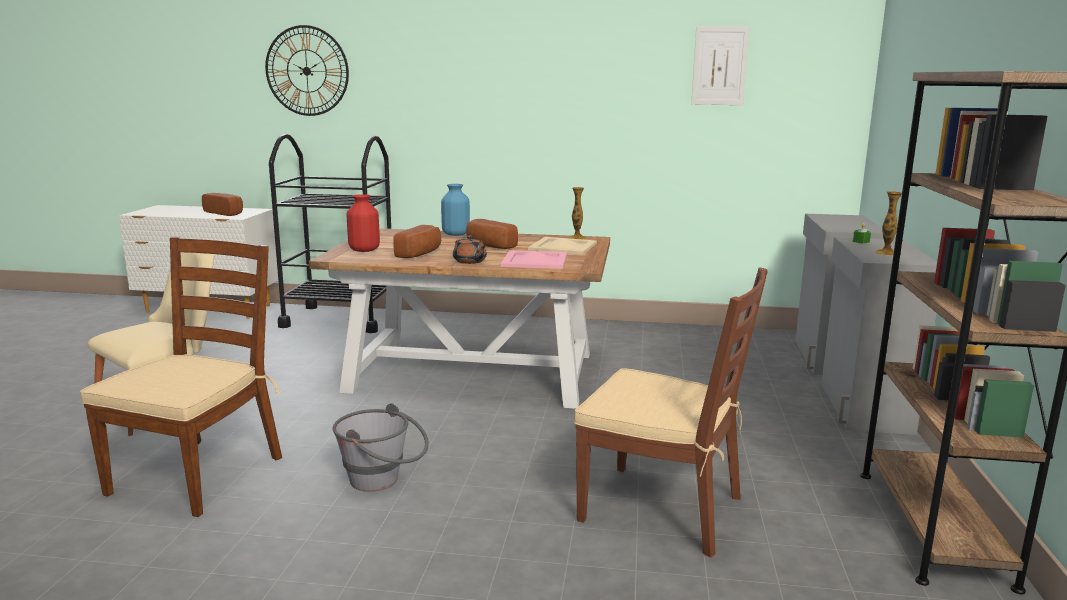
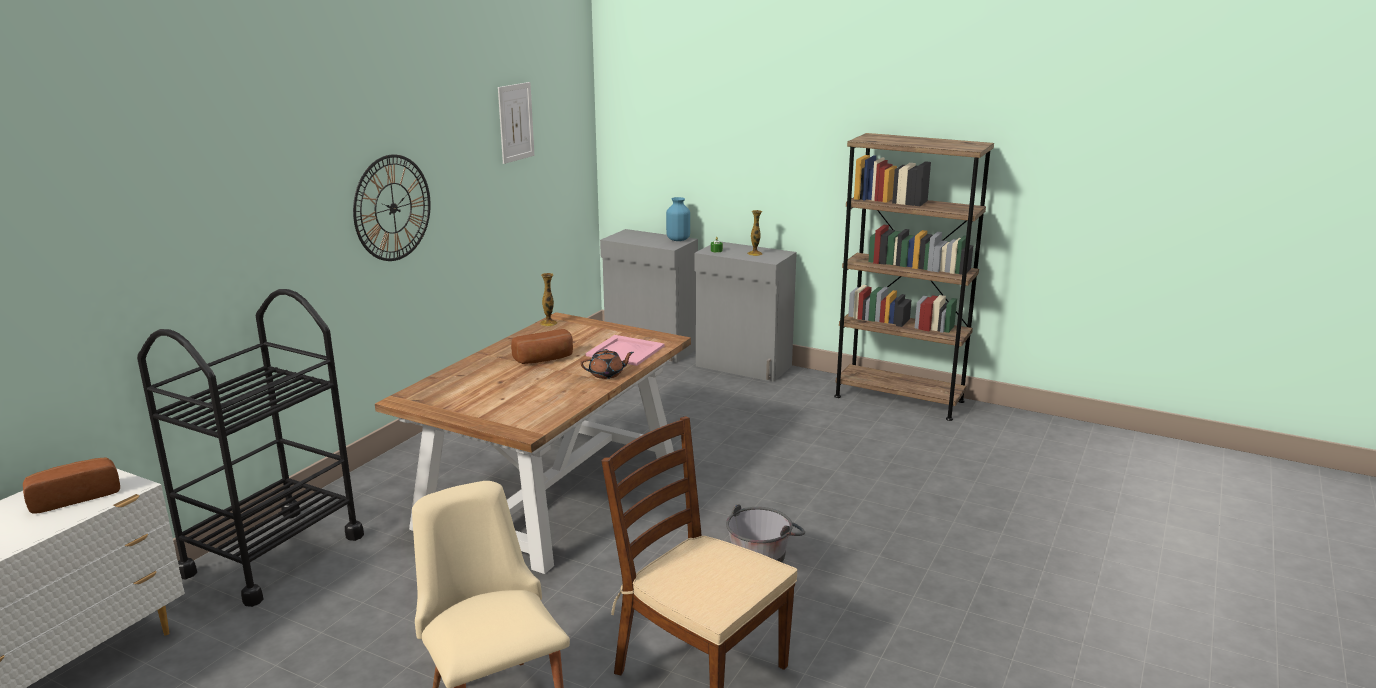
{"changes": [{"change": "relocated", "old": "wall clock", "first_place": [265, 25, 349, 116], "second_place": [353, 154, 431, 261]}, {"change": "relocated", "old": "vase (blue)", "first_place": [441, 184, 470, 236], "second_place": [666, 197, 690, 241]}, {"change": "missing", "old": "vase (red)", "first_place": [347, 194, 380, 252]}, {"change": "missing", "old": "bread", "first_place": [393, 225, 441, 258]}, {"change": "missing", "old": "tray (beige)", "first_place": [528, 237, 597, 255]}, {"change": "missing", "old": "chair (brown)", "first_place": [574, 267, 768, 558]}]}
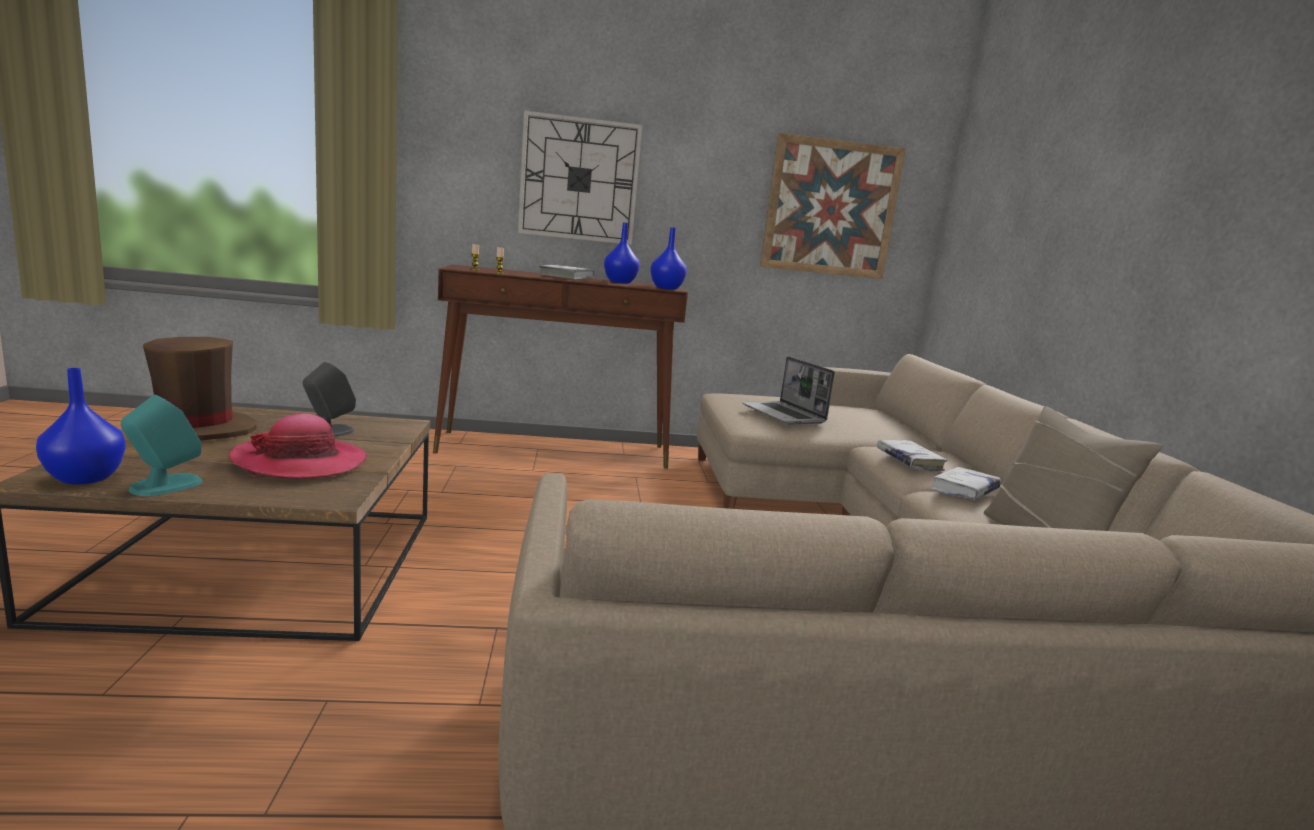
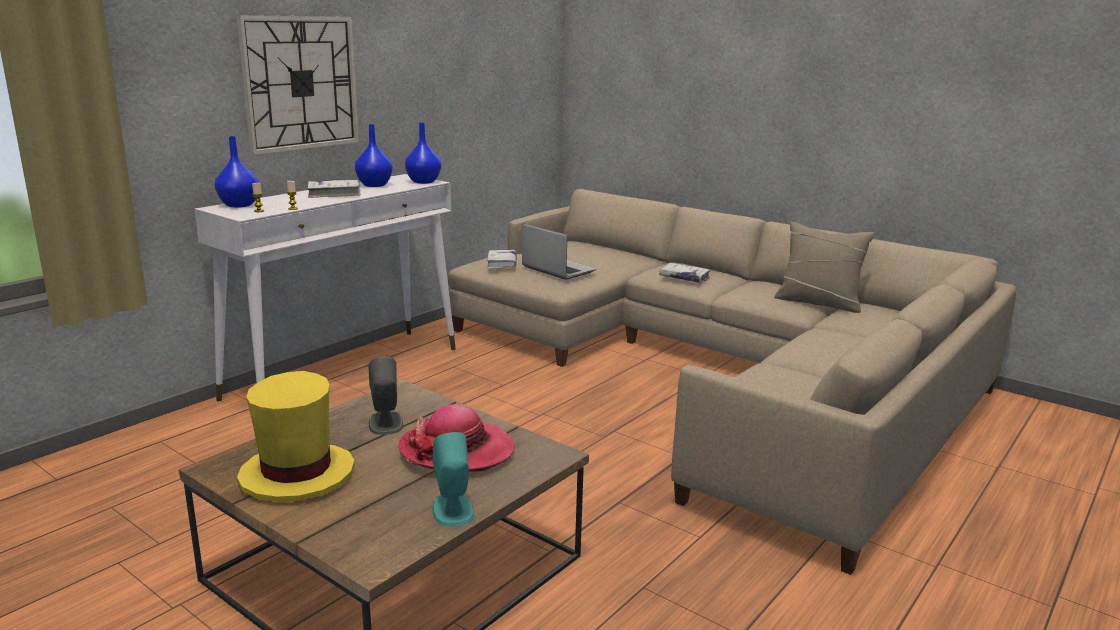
{"changes": [{"change": "missing", "old": "picture", "first_place": [760, 133, 906, 279]}, {"change": "colour", "old": "console table (brown)", "new": "console table (white)", "first_place": [433, 265, 688, 469], "second_place": [194, 174, 456, 402]}, {"change": "colour", "old": "hat (brown)", "new": "hat (yellow)", "first_place": [143, 337, 257, 440], "second_place": [237, 371, 355, 502]}, {"change": "spun", "old": "laptop", "first_place": [742, 356, 835, 425], "second_place": [522, 223, 596, 280], "degrees": -150}, {"change": "relocated", "old": "vase (blue)", "first_place": [36, 368, 126, 485], "second_place": [215, 136, 259, 208]}, {"change": "relocated", "old": "book (white)", "first_place": [931, 467, 1001, 499], "second_place": [487, 250, 517, 269]}]}
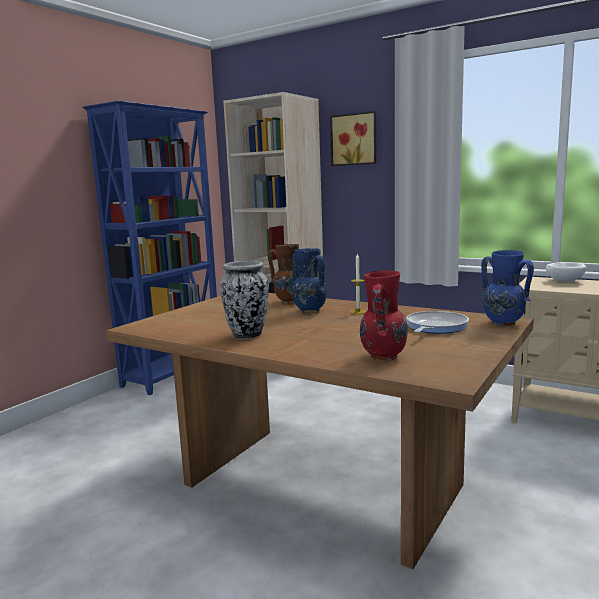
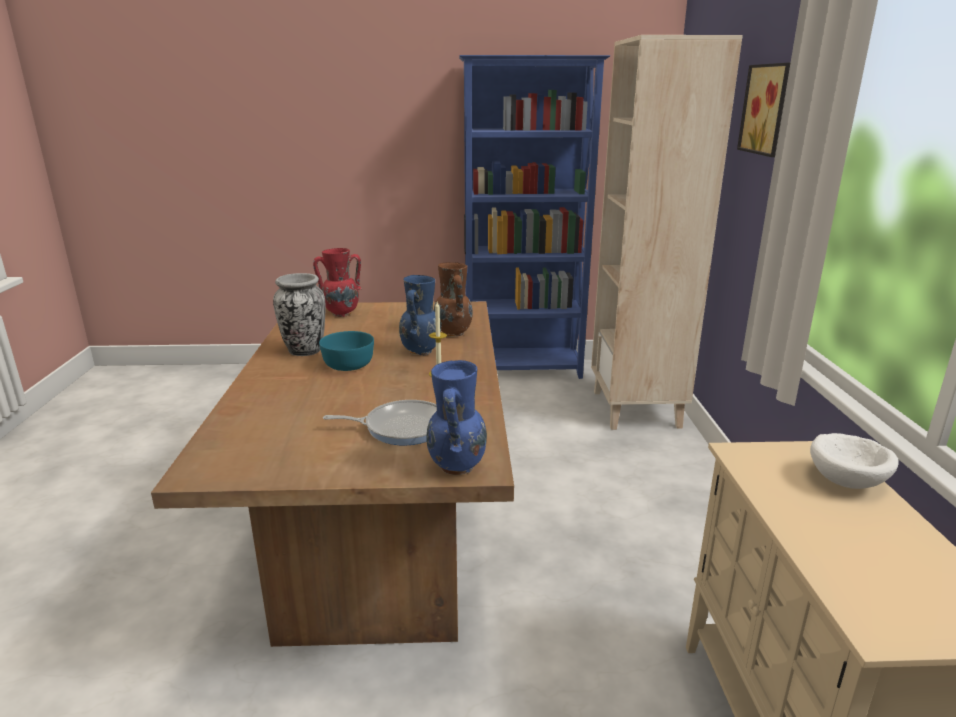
{"changes": [{"change": "relocated", "old": "vase (red)", "first_place": [360, 270, 408, 361], "second_place": [313, 248, 362, 317]}, {"change": "appeared", "new": "bowl (turquoise)", "second_place": [319, 331, 374, 371]}]}
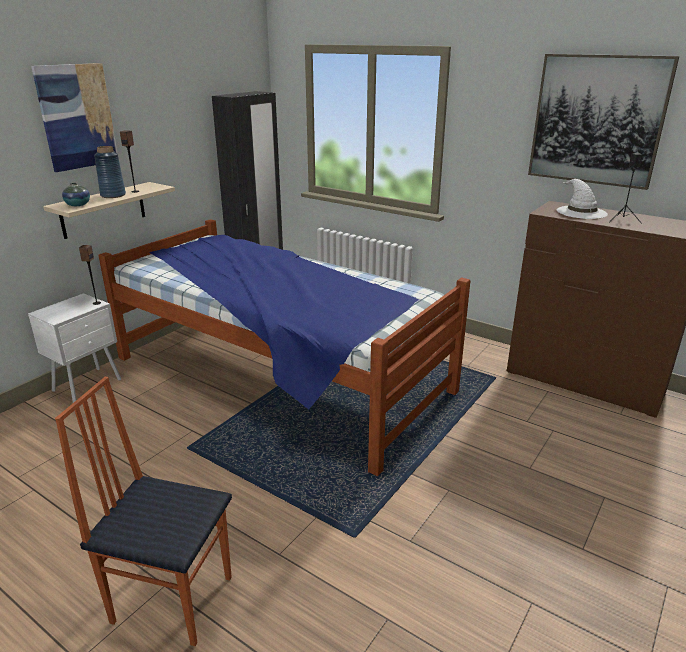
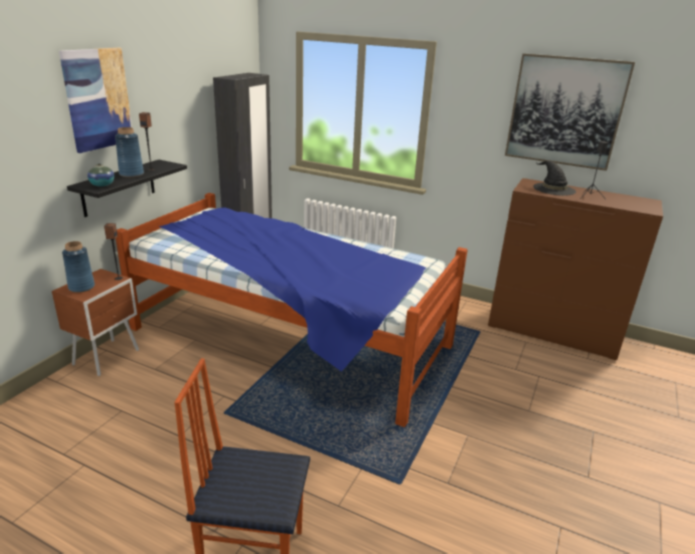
{"changes": [{"change": "colour", "old": "hat (white)", "new": "hat (black)", "first_place": [557, 179, 608, 219], "second_place": [533, 161, 576, 196]}, {"change": "colour", "old": "shelf (beige)", "new": "shelf (black)", "first_place": [43, 182, 175, 239], "second_place": [67, 160, 187, 217]}, {"change": "colour", "old": "nightstand (white)", "new": "nightstand (brown)", "first_place": [28, 293, 121, 403], "second_place": [52, 269, 139, 376]}, {"change": "appeared", "new": "vase (blue)", "second_place": [62, 241, 95, 293]}]}
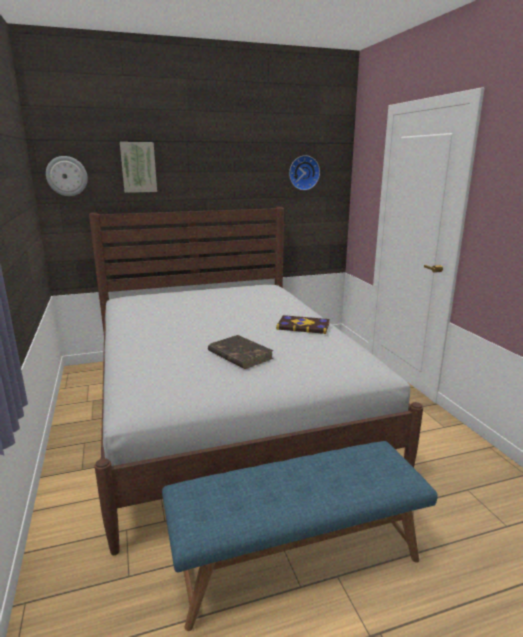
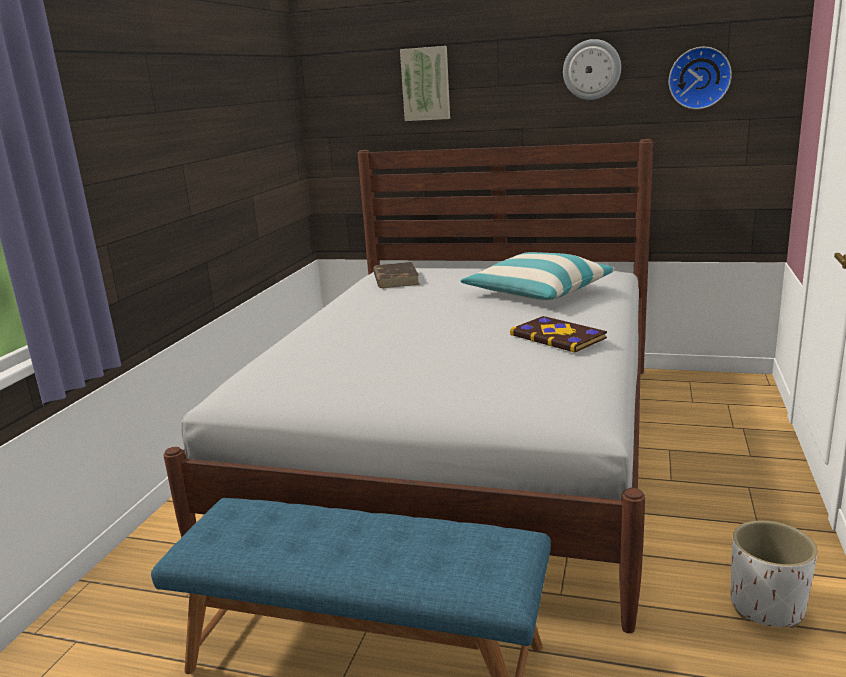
{"changes": [{"change": "relocated", "old": "wall clock", "first_place": [46, 156, 88, 196], "second_place": [563, 39, 621, 100]}, {"change": "relocated", "old": "book (brown)", "first_place": [208, 335, 273, 369], "second_place": [373, 262, 420, 288]}, {"change": "appeared", "new": "pillow", "second_place": [461, 252, 614, 301]}, {"change": "appeared", "new": "planter (white)", "second_place": [730, 520, 818, 628]}]}
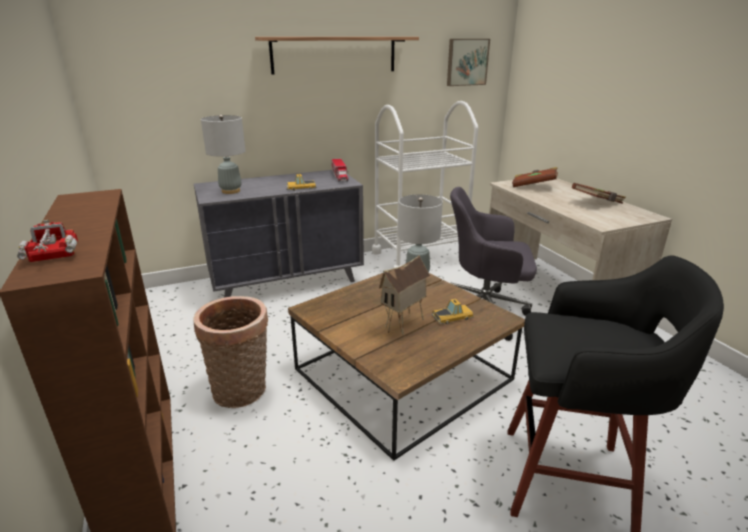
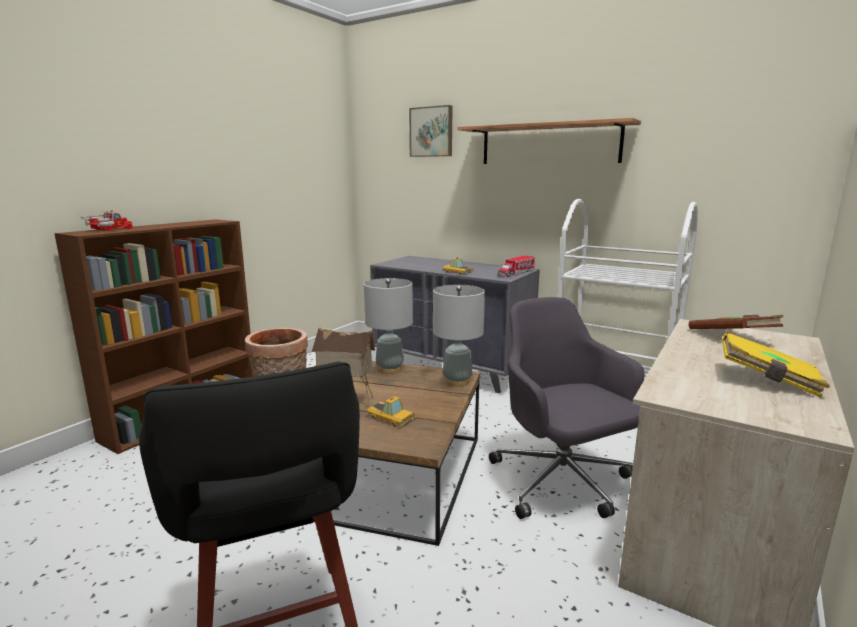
{"changes": [{"change": "relocated", "old": "picture", "first_place": [447, 39, 490, 86], "second_place": [409, 105, 453, 157]}, {"change": "relocated", "old": "table lamp (grey)", "first_place": [201, 115, 246, 194], "second_place": [364, 278, 413, 374]}, {"change": "colour", "old": "book (brown)", "new": "book (yellow)", "first_place": [572, 183, 626, 204], "second_place": [722, 332, 830, 398]}]}
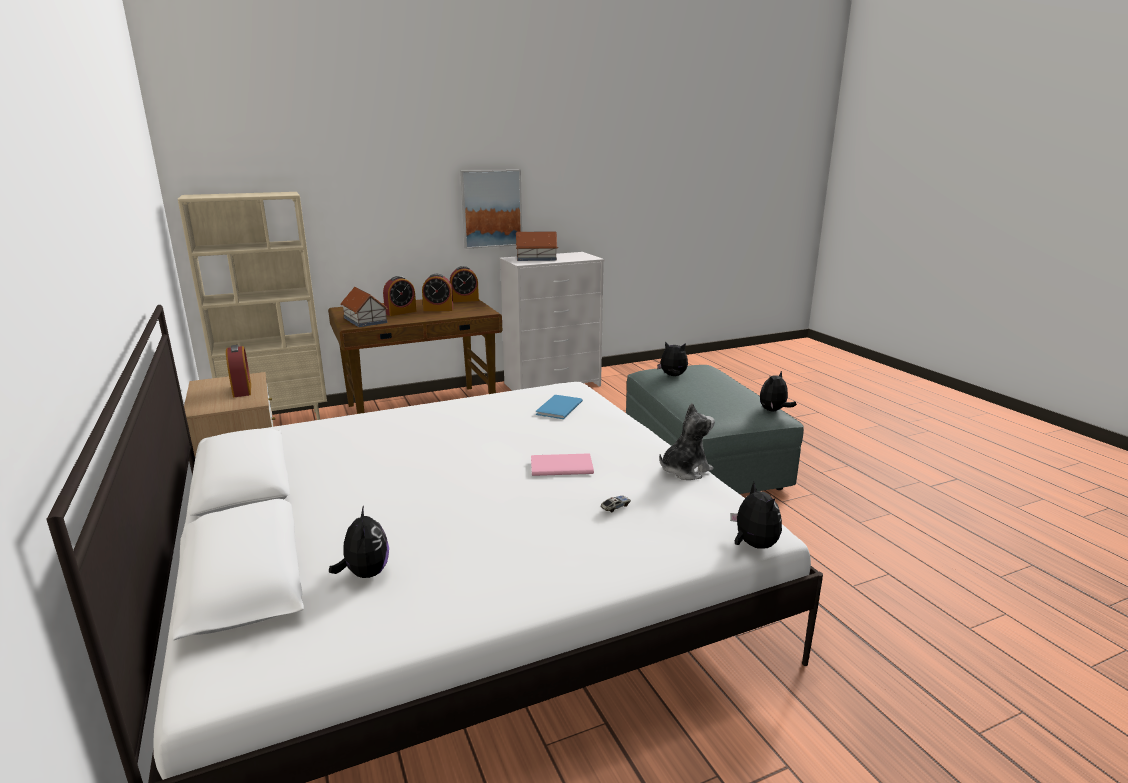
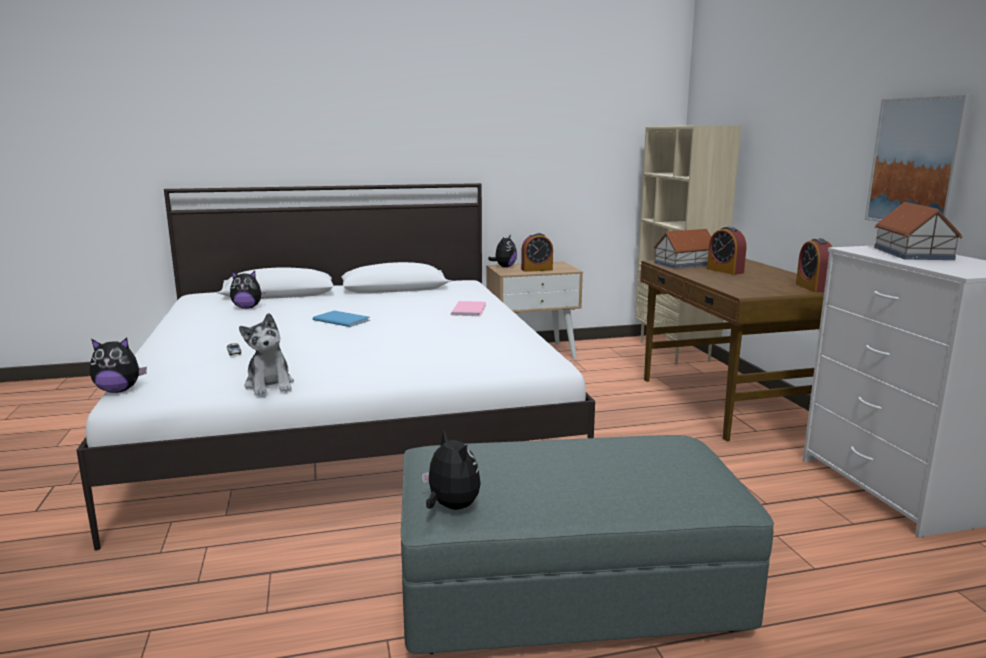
{"changes": [{"change": "missing", "old": "alarm clock", "first_place": [422, 274, 453, 311]}, {"change": "relocated", "old": "plush toy", "first_place": [657, 342, 688, 376], "second_place": [488, 235, 517, 267]}, {"change": "relocated", "old": "book (blue)", "first_place": [536, 395, 583, 419], "second_place": [313, 311, 370, 327]}, {"change": "relocated", "old": "book (pink)", "first_place": [531, 453, 594, 476], "second_place": [451, 301, 486, 316]}]}
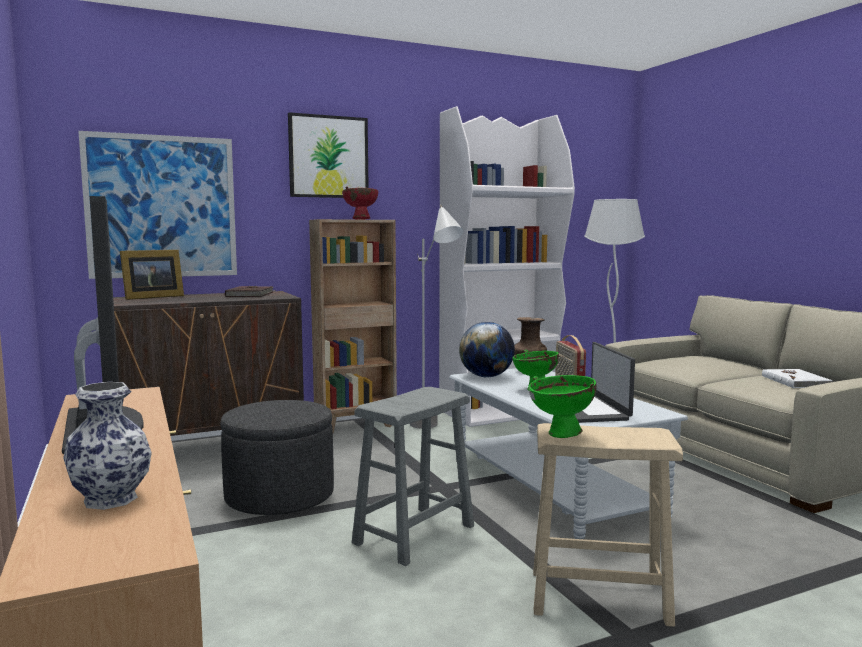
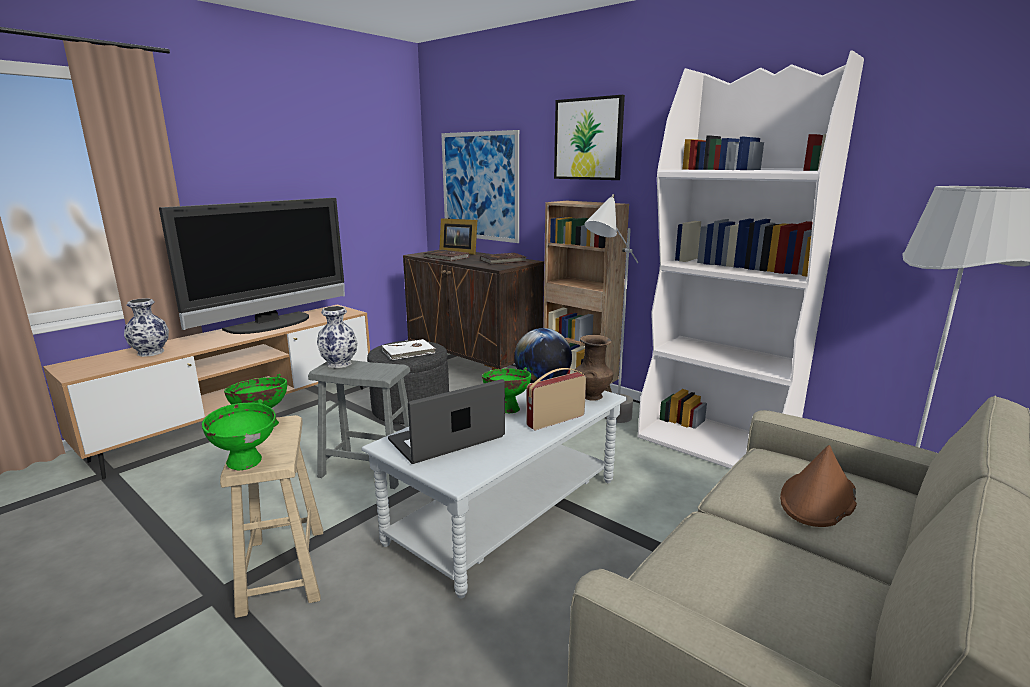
{"changes": [{"change": "missing", "old": "bowl (red)", "first_place": [342, 186, 378, 220]}, {"change": "relocated", "old": "book (white)", "first_place": [762, 369, 833, 388], "second_place": [382, 339, 436, 360]}, {"change": "appeared", "new": "book (brown)", "second_place": [423, 250, 469, 261]}, {"change": "appeared", "new": "vase", "second_place": [317, 306, 358, 368]}, {"change": "appeared", "new": "bowl (green)", "second_place": [202, 399, 276, 470]}, {"change": "appeared", "new": "hat (brown)", "second_place": [780, 445, 857, 527]}]}
